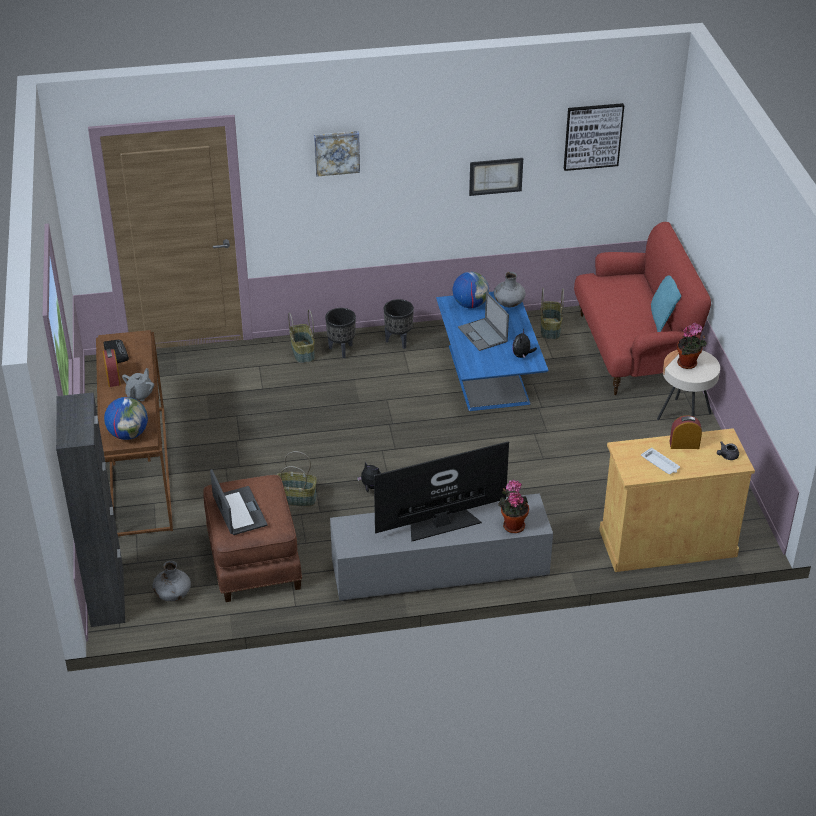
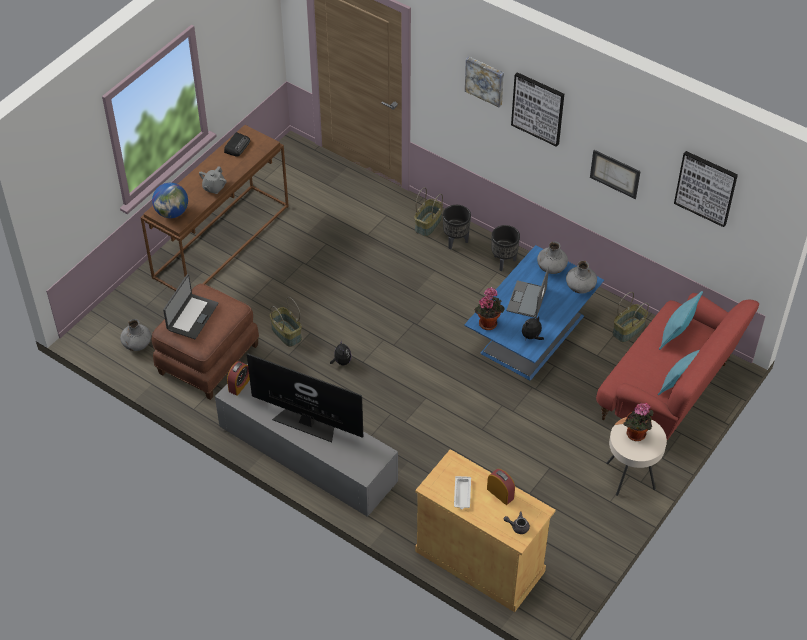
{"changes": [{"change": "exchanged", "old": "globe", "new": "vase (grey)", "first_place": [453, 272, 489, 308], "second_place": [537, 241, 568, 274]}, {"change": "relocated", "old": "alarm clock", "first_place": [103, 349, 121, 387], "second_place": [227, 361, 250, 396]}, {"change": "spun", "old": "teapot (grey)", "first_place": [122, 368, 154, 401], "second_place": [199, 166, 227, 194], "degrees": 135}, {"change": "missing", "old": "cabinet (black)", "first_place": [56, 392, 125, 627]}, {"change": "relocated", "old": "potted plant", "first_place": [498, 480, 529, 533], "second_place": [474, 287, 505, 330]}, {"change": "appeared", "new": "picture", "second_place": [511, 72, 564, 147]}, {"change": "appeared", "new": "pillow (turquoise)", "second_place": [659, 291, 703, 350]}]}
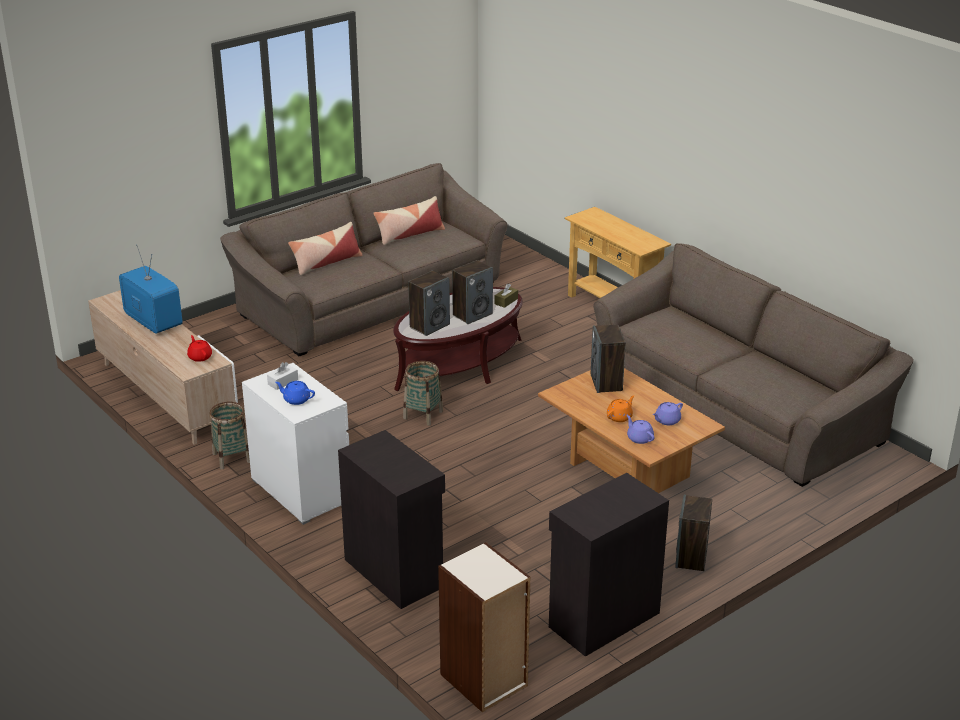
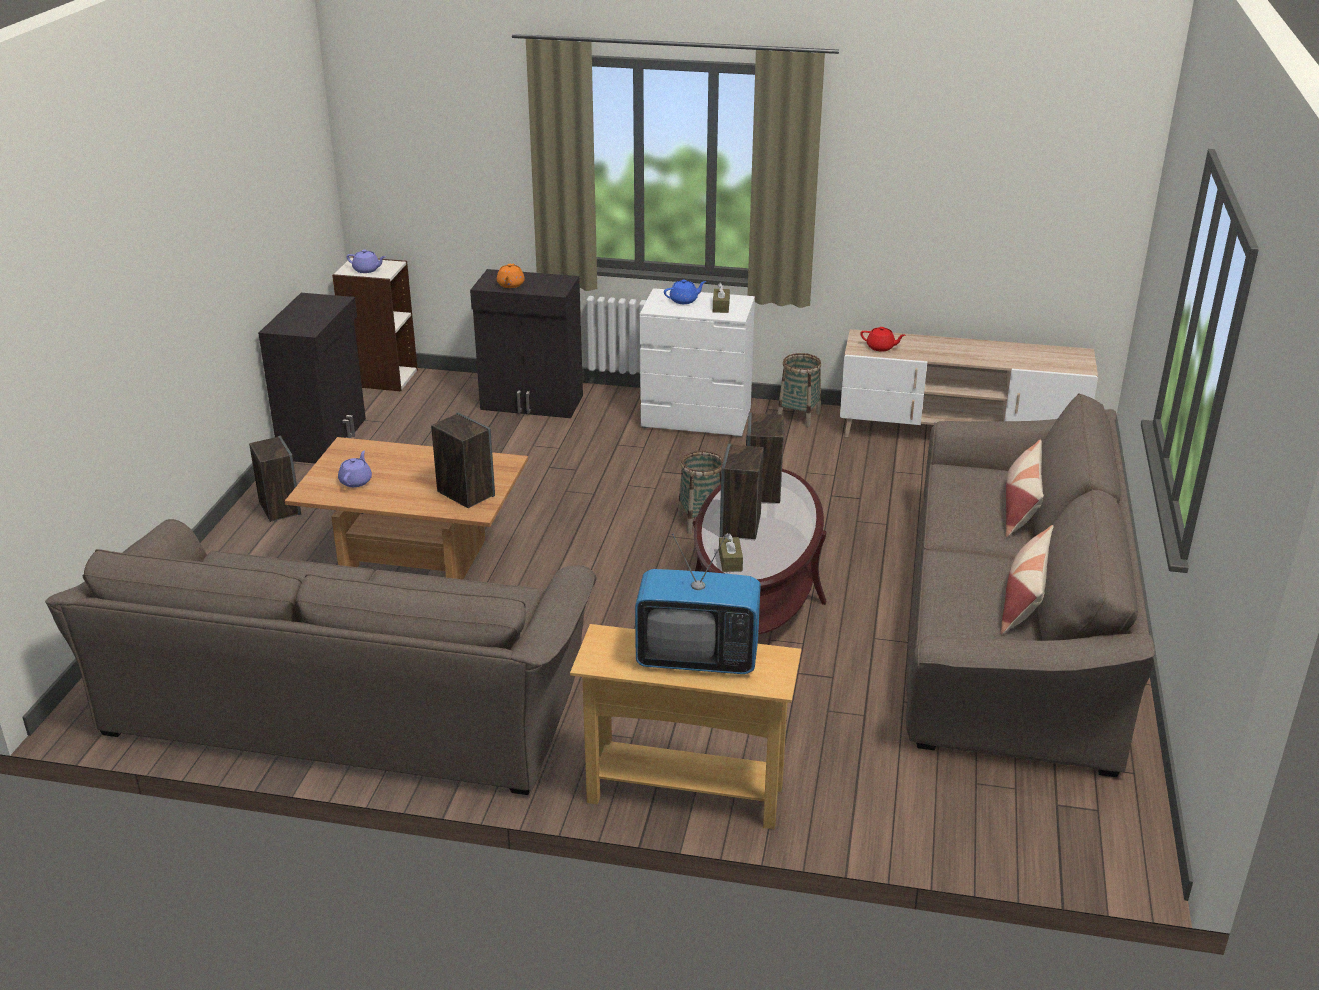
{"changes": [{"change": "relocated", "old": "television", "first_place": [119, 246, 183, 334], "second_place": [635, 534, 761, 674]}, {"change": "colour", "old": "tissue box (white)", "new": "tissue box (brown)", "first_place": [267, 362, 298, 390], "second_place": [713, 283, 730, 313]}, {"change": "relocated", "old": "teapot (orange)", "first_place": [607, 395, 634, 422], "second_place": [497, 264, 525, 288]}, {"change": "relocated", "old": "teapot (purple)", "first_place": [627, 415, 654, 444], "second_place": [347, 250, 385, 273]}]}
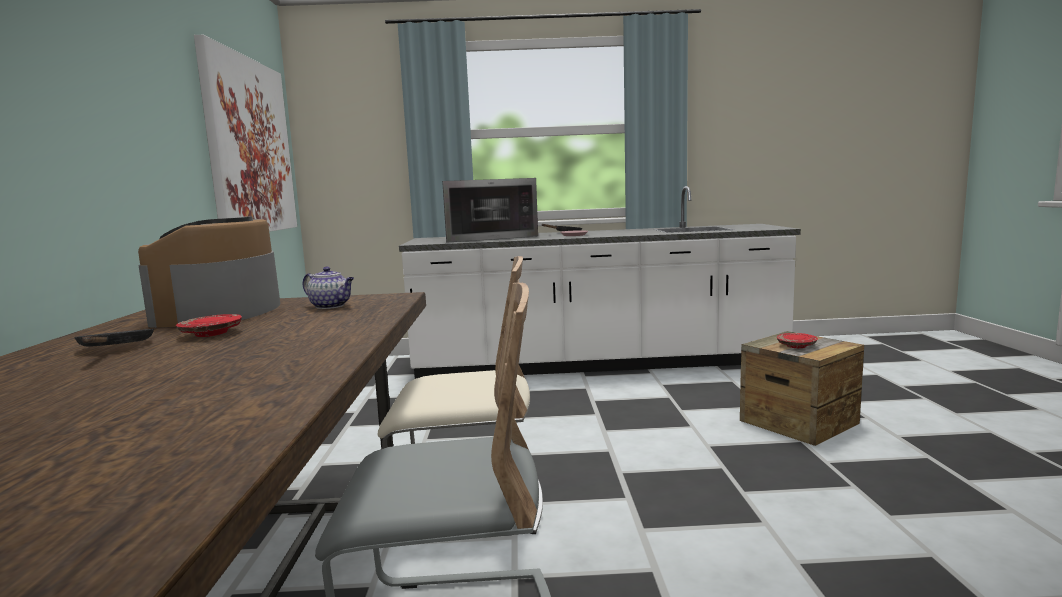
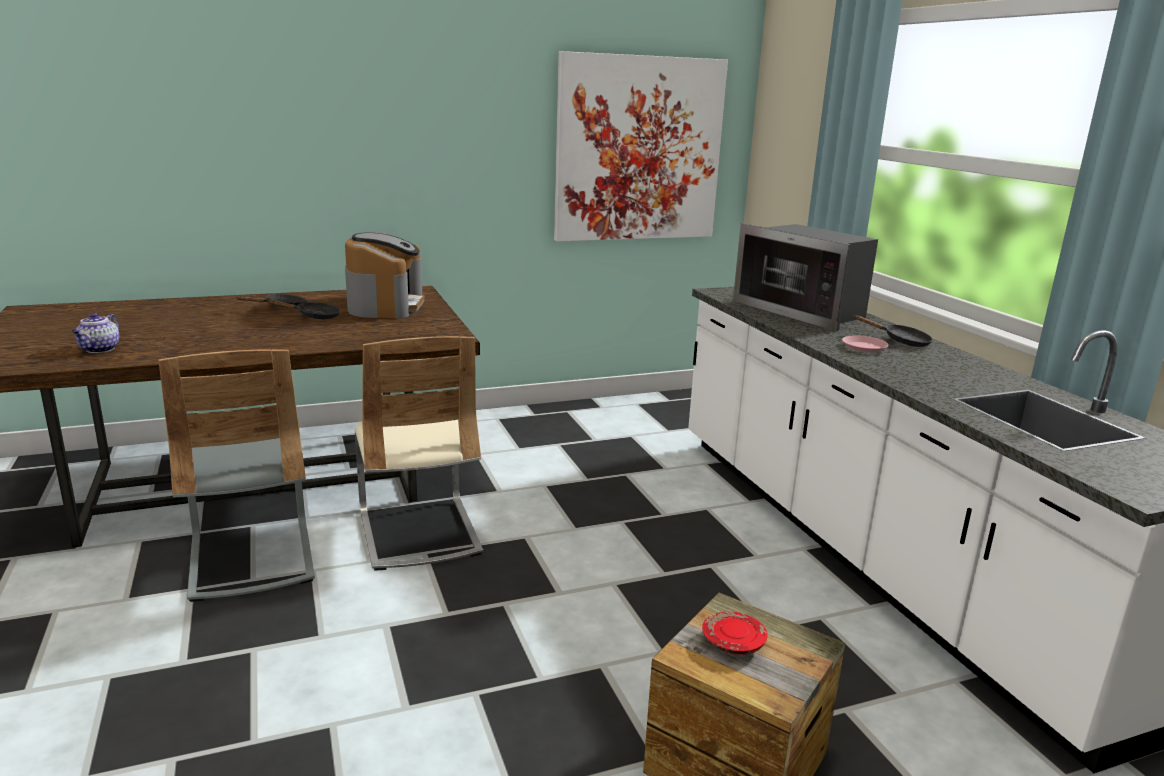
{"changes": [{"change": "spun", "old": "coffee machine", "first_place": [138, 216, 280, 328], "second_place": [345, 232, 425, 318], "degrees": 105}, {"change": "relocated", "old": "teapot", "first_place": [303, 267, 354, 309], "second_place": [72, 313, 119, 353]}, {"change": "exchanged", "old": "plate (red)", "new": "frying pan (black)", "first_place": [176, 314, 242, 337], "second_place": [267, 299, 340, 319]}]}
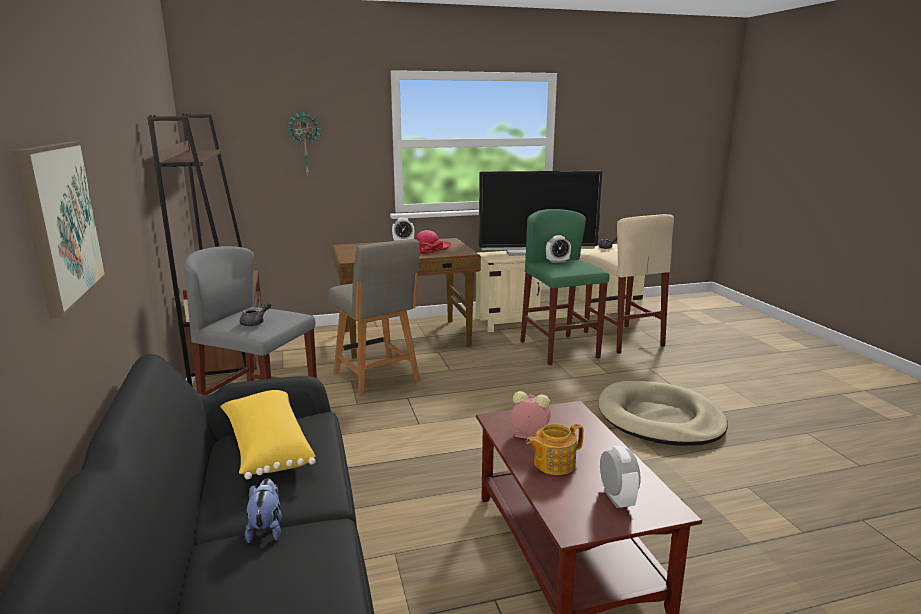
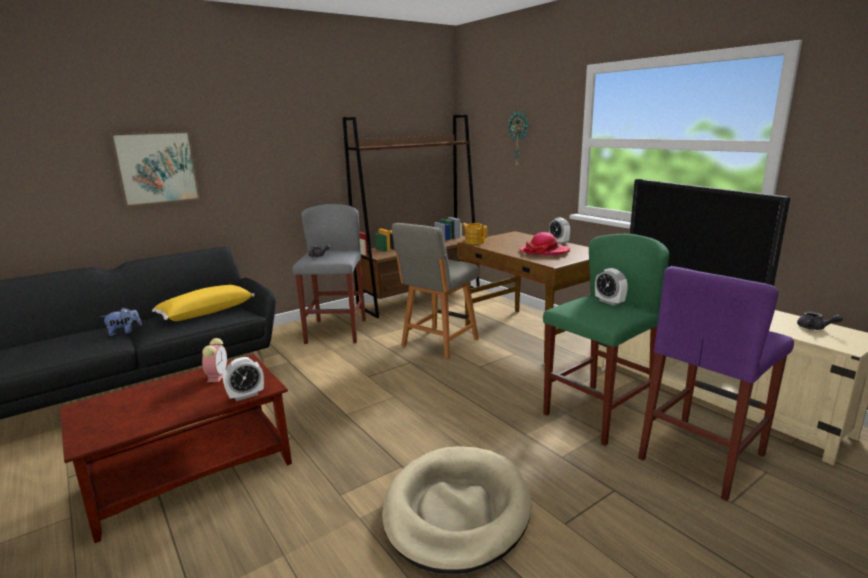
{"changes": [{"change": "colour", "old": "stool (beige)", "new": "stool (purple)", "first_place": [584, 214, 674, 354], "second_place": [638, 266, 794, 501]}, {"change": "relocated", "old": "teapot", "first_place": [526, 424, 584, 475], "second_place": [462, 223, 488, 244]}, {"change": "relocated", "old": "alarm clock", "first_place": [600, 446, 641, 508], "second_place": [223, 357, 264, 401]}]}
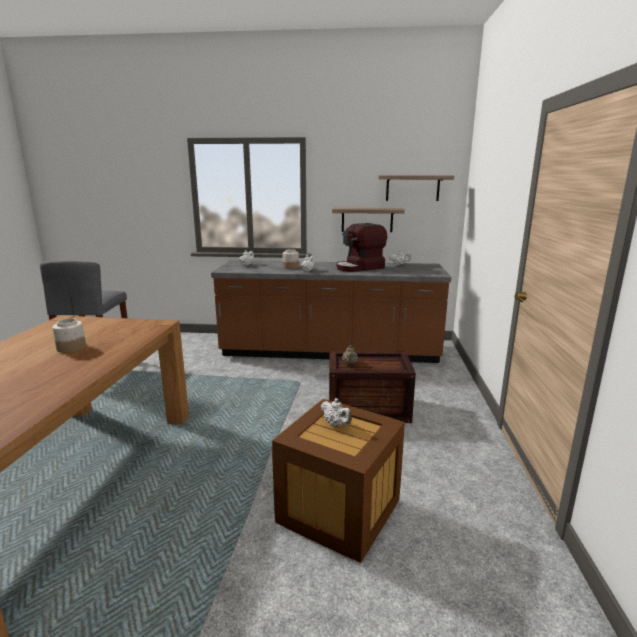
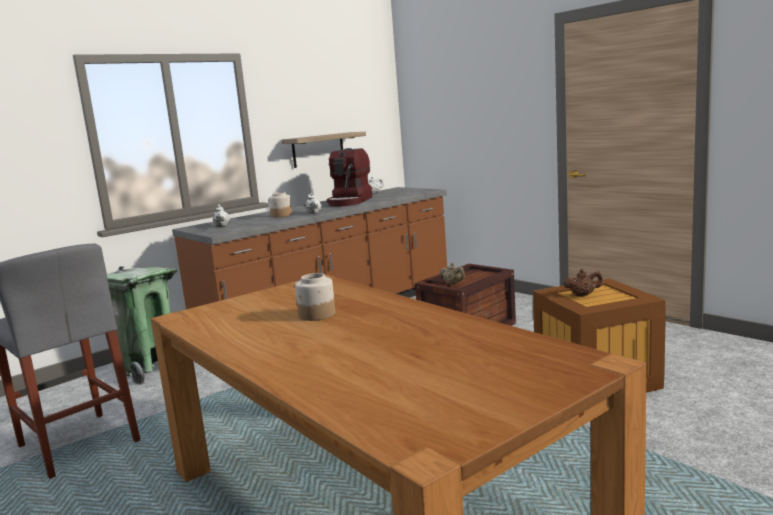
{"changes": [{"change": "missing", "old": "shelf", "first_place": [378, 175, 454, 201]}, {"change": "colour", "old": "teapot (white)", "new": "teapot (brown)", "first_place": [321, 398, 352, 427], "second_place": [563, 269, 603, 296]}, {"change": "appeared", "new": "trash can (green)", "second_place": [107, 266, 178, 385]}]}
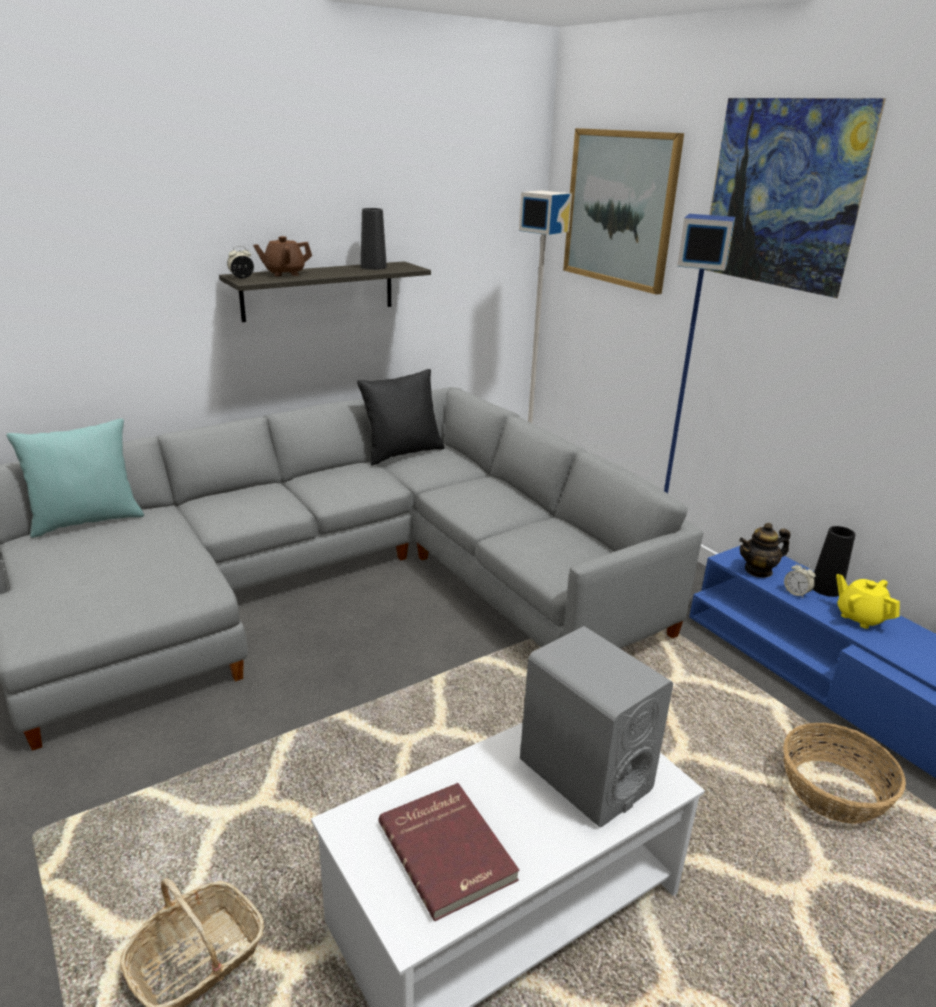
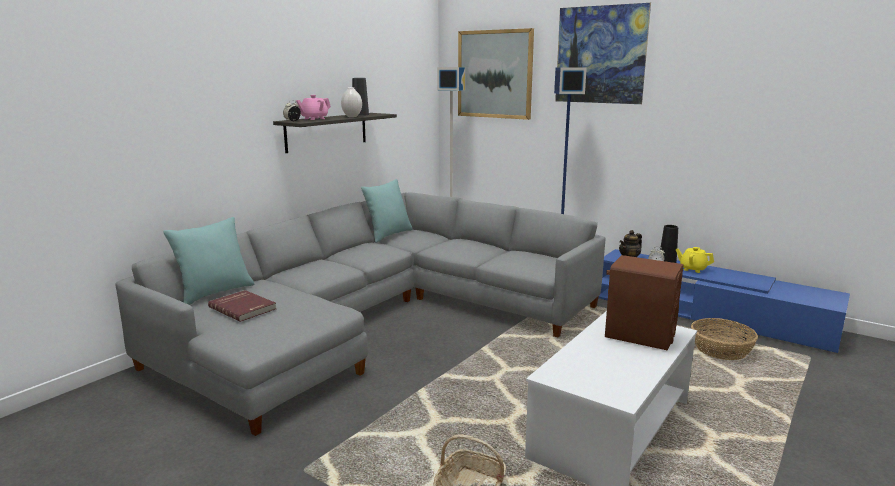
{"changes": [{"change": "colour", "old": "teapot (brown)", "new": "teapot (pink)", "first_place": [253, 236, 312, 276], "second_place": [296, 95, 331, 120]}, {"change": "colour", "old": "pillow (black)", "new": "pillow (turquoise)", "first_place": [357, 369, 445, 465], "second_place": [361, 179, 413, 243]}, {"change": "colour", "old": "speaker (grey)", "new": "speaker (brown)", "first_place": [520, 626, 673, 827], "second_place": [605, 255, 683, 350]}, {"change": "relocated", "old": "book (red)", "first_place": [379, 783, 520, 921], "second_place": [208, 290, 276, 322]}, {"change": "appeared", "new": "vase (white)", "second_place": [341, 87, 362, 117]}]}
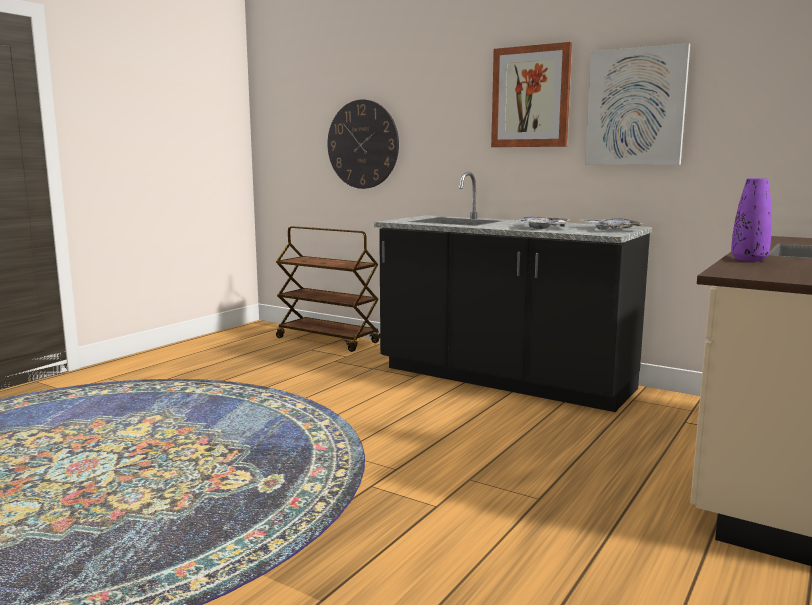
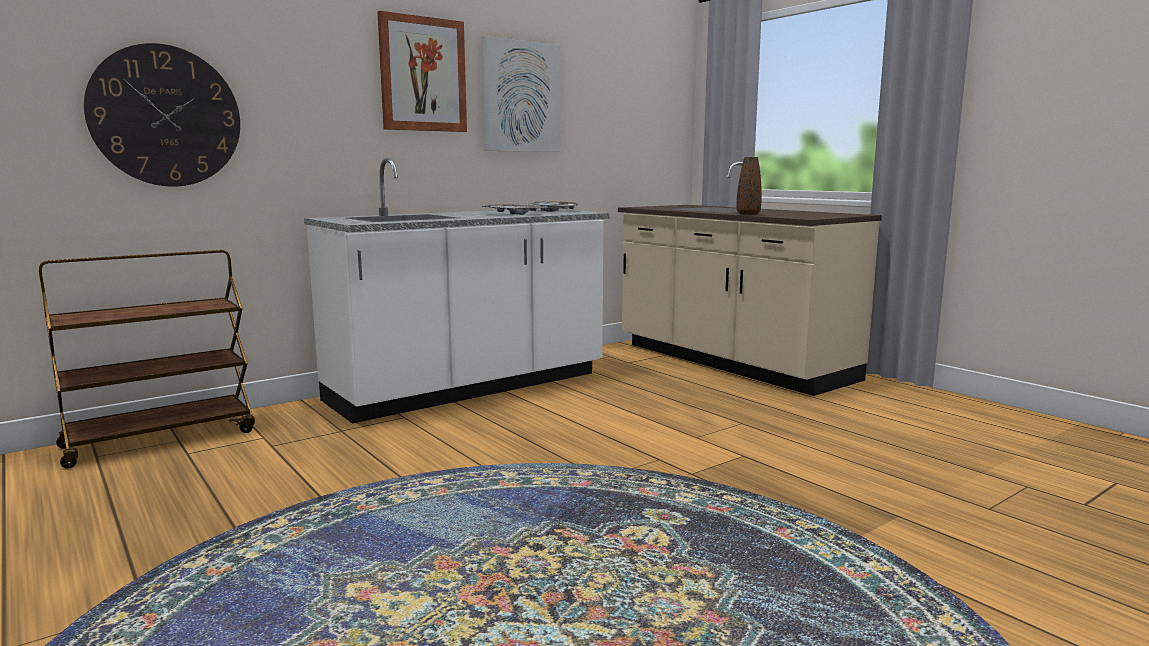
{"changes": [{"change": "colour", "old": "counter (black)", "new": "counter (white)", "first_place": [374, 172, 652, 412], "second_place": [304, 158, 609, 423]}, {"change": "colour", "old": "vase (purple)", "new": "vase (brown)", "first_place": [731, 178, 772, 261], "second_place": [736, 157, 762, 215]}]}
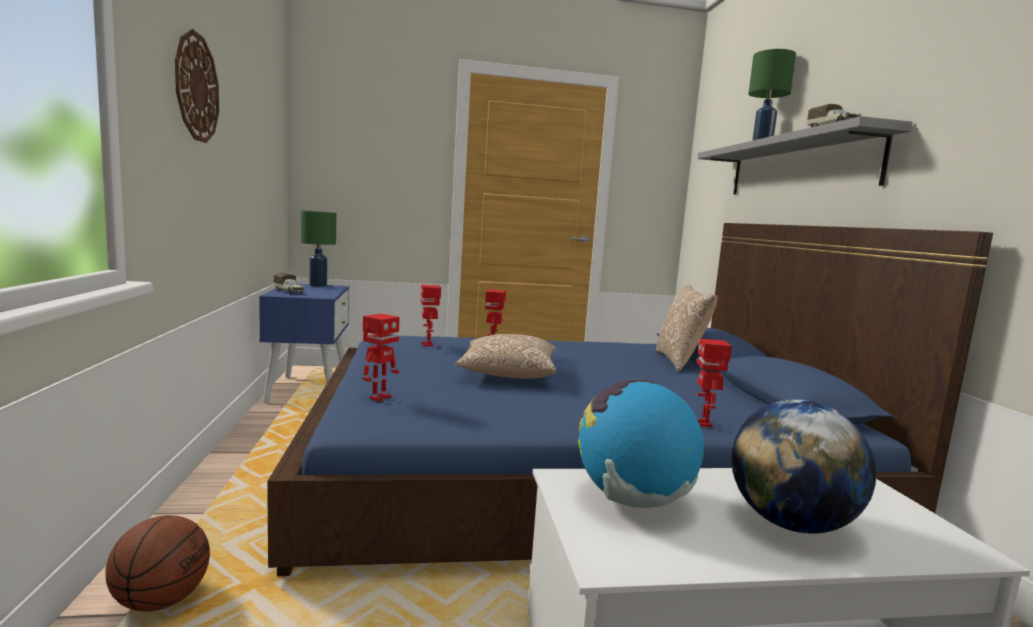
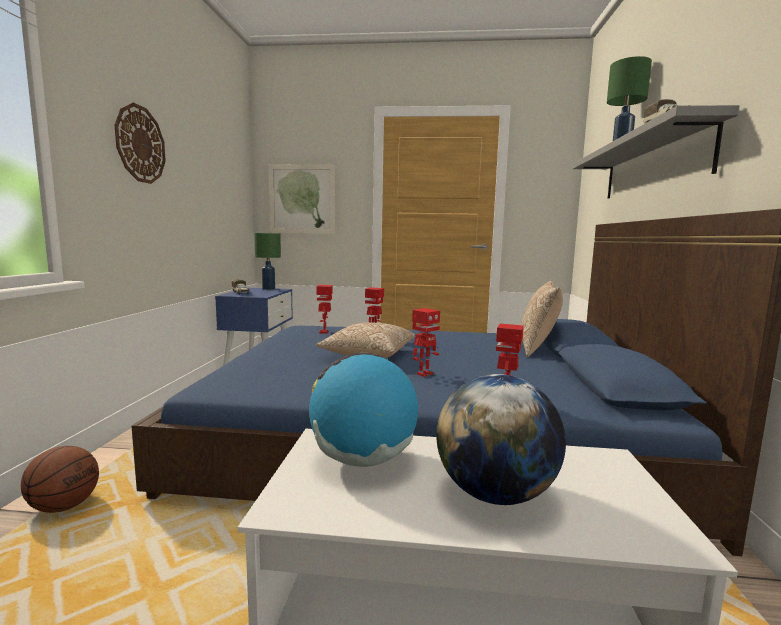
{"changes": [{"change": "relocated", "old": "toy robot", "first_place": [363, 313, 400, 402], "second_place": [412, 308, 440, 377]}, {"change": "appeared", "new": "picture", "second_place": [269, 164, 335, 234]}]}
